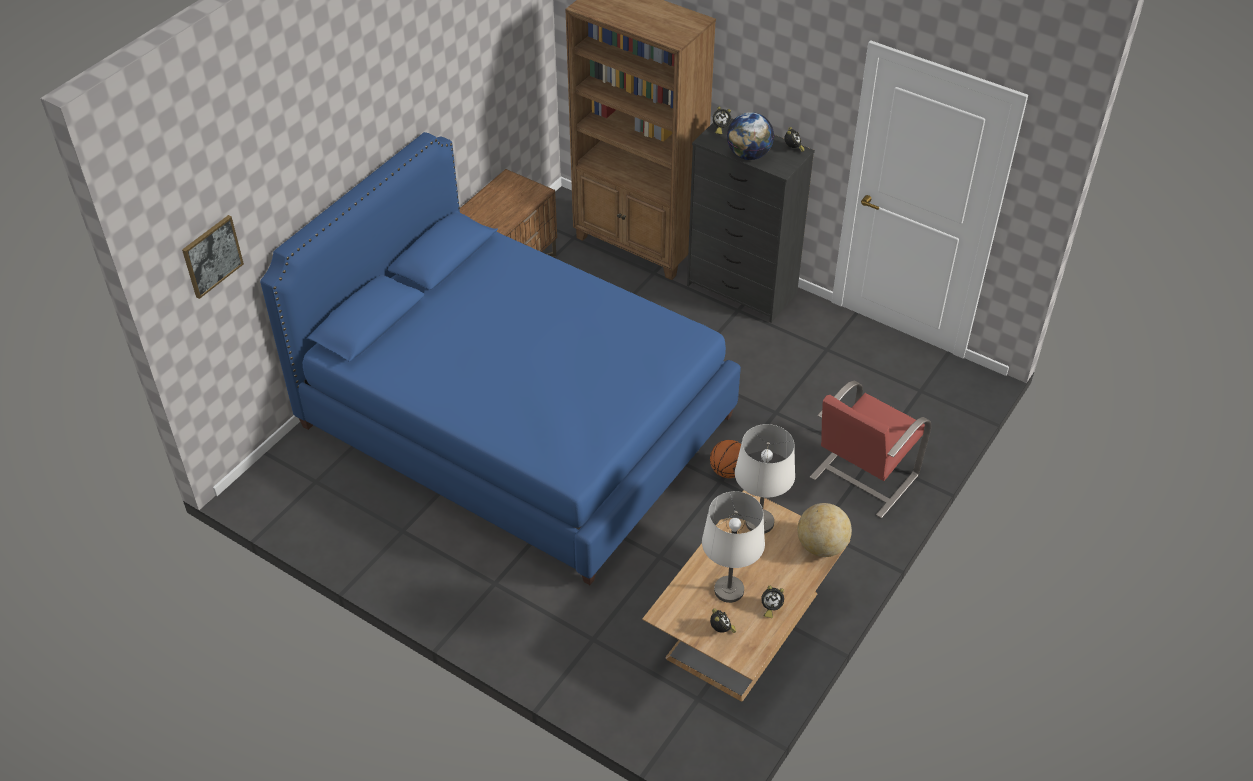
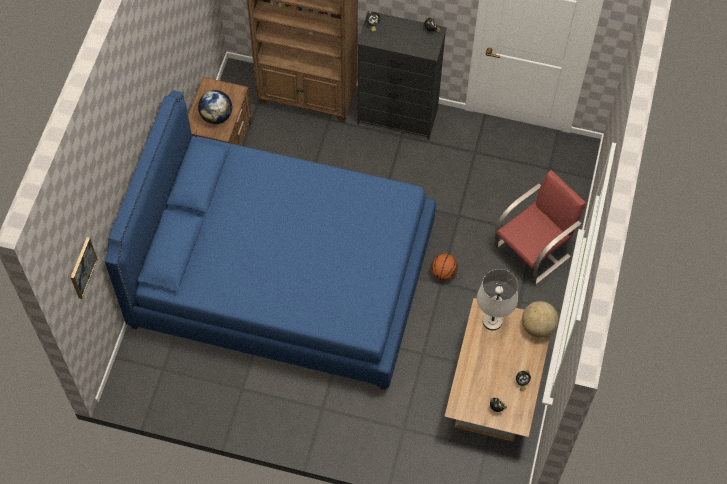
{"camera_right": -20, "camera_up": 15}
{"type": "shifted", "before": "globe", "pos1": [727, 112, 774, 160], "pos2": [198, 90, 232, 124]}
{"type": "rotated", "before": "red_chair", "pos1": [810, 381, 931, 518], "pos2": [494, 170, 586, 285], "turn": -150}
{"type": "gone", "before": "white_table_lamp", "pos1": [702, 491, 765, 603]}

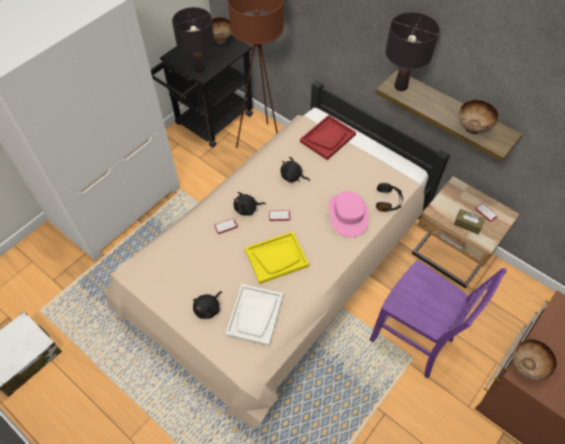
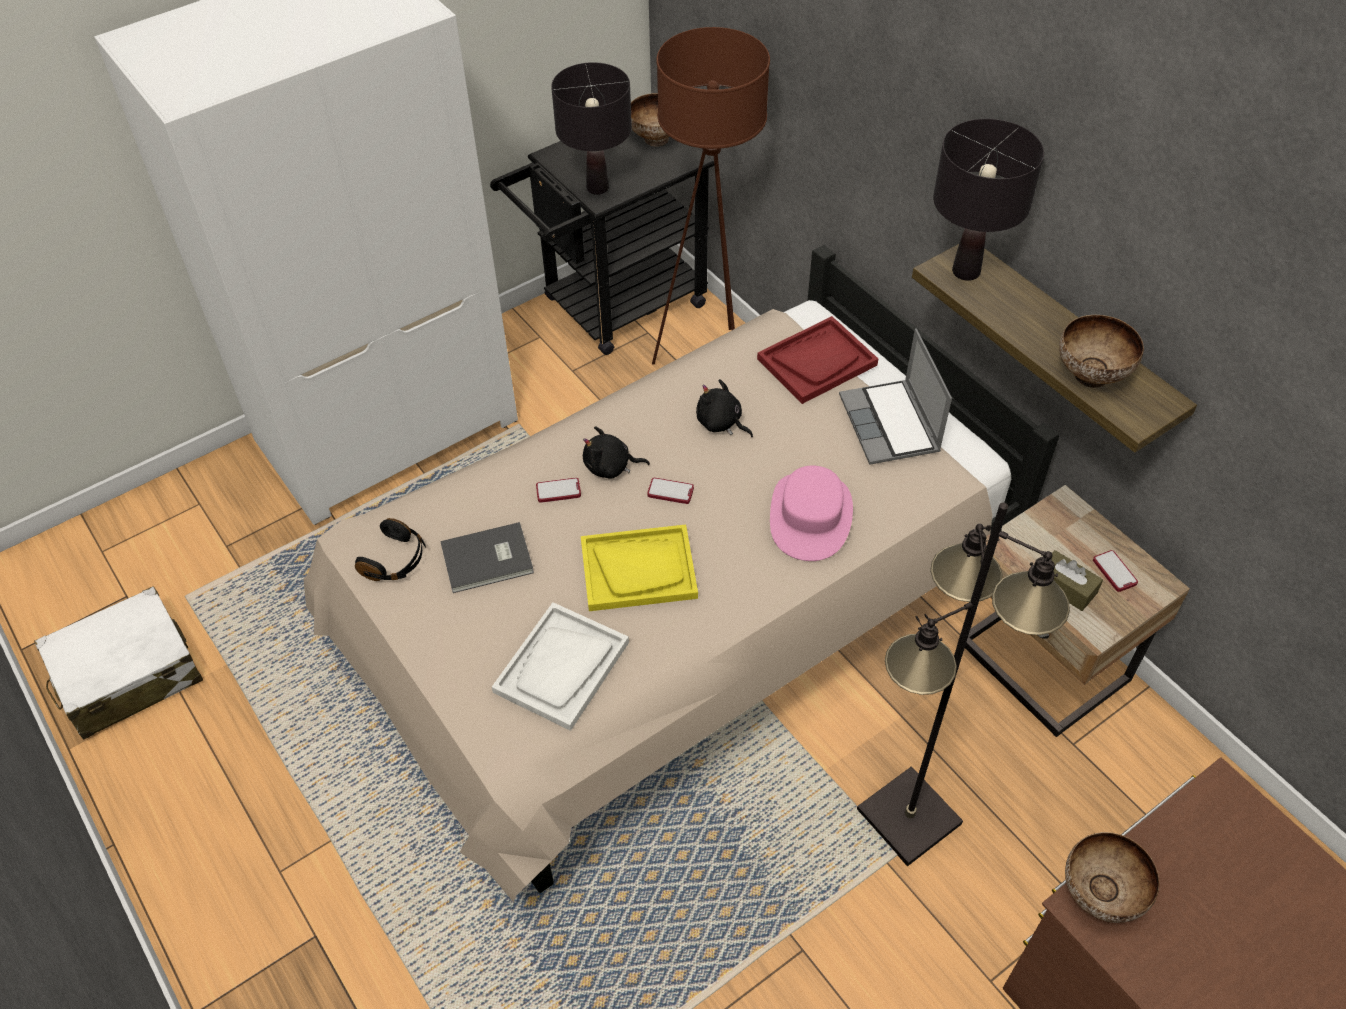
{"camera_right": 15, "camera_up": -5}
{"type": "shifted", "before": "black_headphones", "pos1": [376, 183, 403, 212], "pos2": [355, 518, 426, 581]}
{"type": "swapped", "before": "purple_chair", "after": "black_floor_lamp", "pos1": [370, 260, 507, 378], "pos2": [857, 503, 1070, 866]}
{"type": "gone", "before": "black_plush_toy", "pos1": [193, 291, 222, 319]}
{"type": "new", "after": "laptop", "pos2": [839, 329, 952, 465]}
{"type": "new", "after": "grey_book", "pos2": [440, 522, 534, 593]}

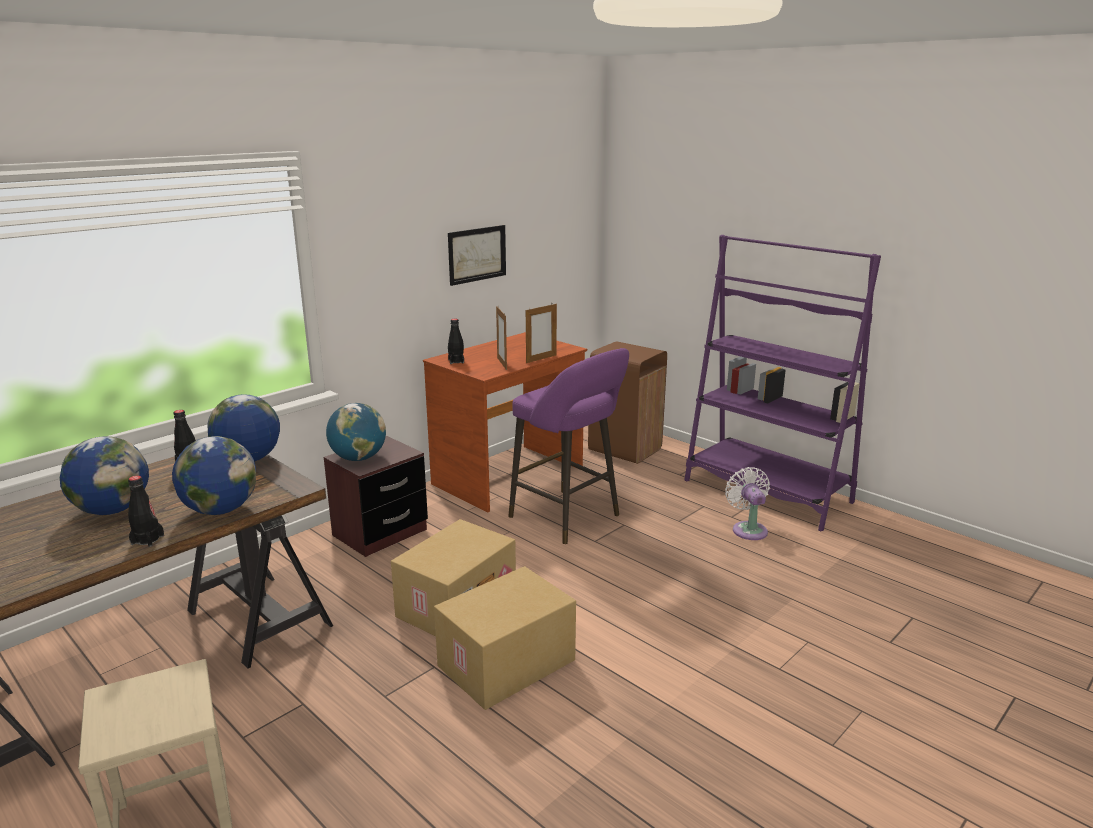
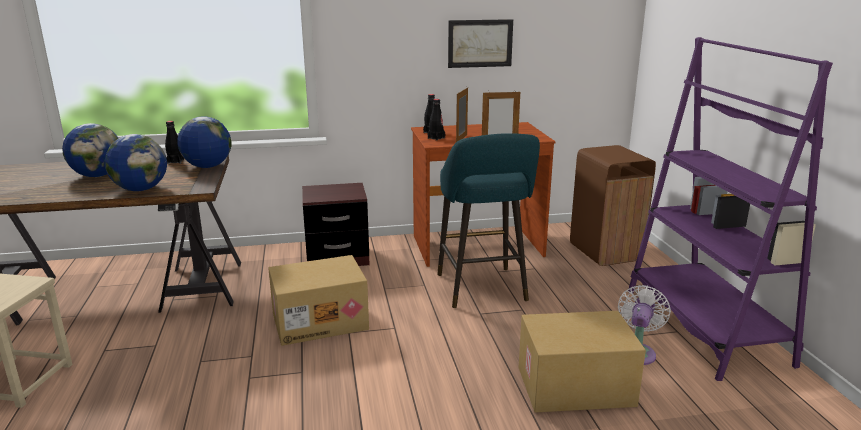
{"camera_right": 35, "camera_up": 0}
{"type": "repainted", "before": "purple_stool", "after": "turquoise_stool", "pos1": [508, 348, 629, 544], "pos2": [437, 133, 540, 308]}
{"type": "gone", "before": "globe", "pos1": [326, 403, 386, 461]}
{"type": "shifted", "before": "black_bottle", "pos1": [128, 476, 164, 547], "pos2": [428, 99, 445, 141]}
{"type": "shifted", "before": "cardboard_box", "pos1": [434, 566, 576, 710], "pos2": [518, 311, 646, 413]}

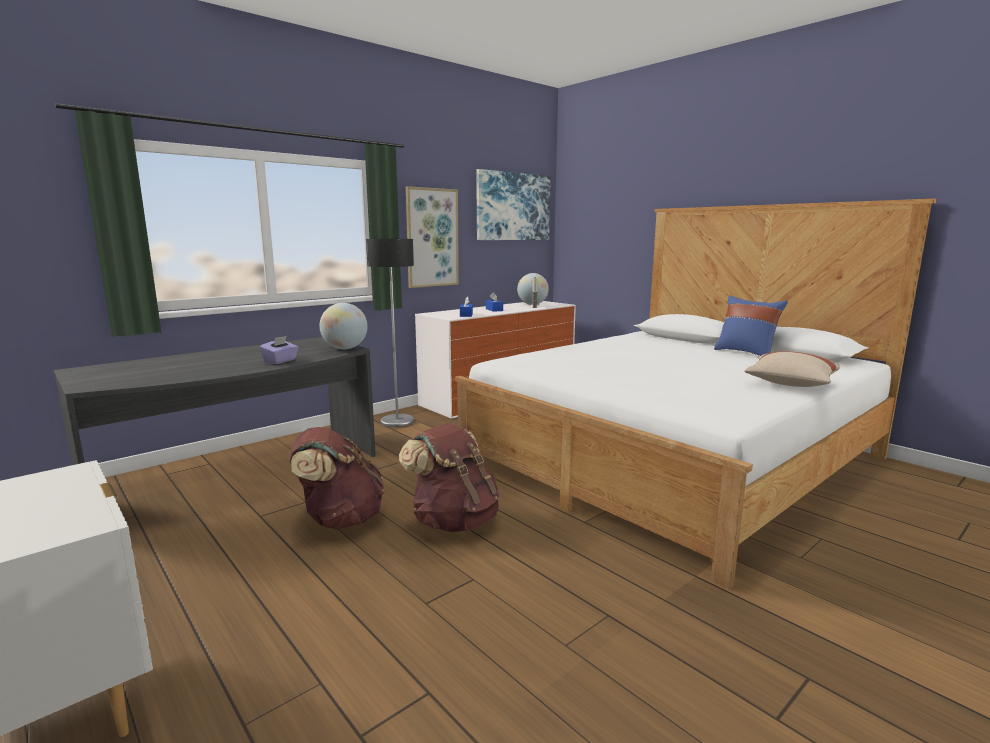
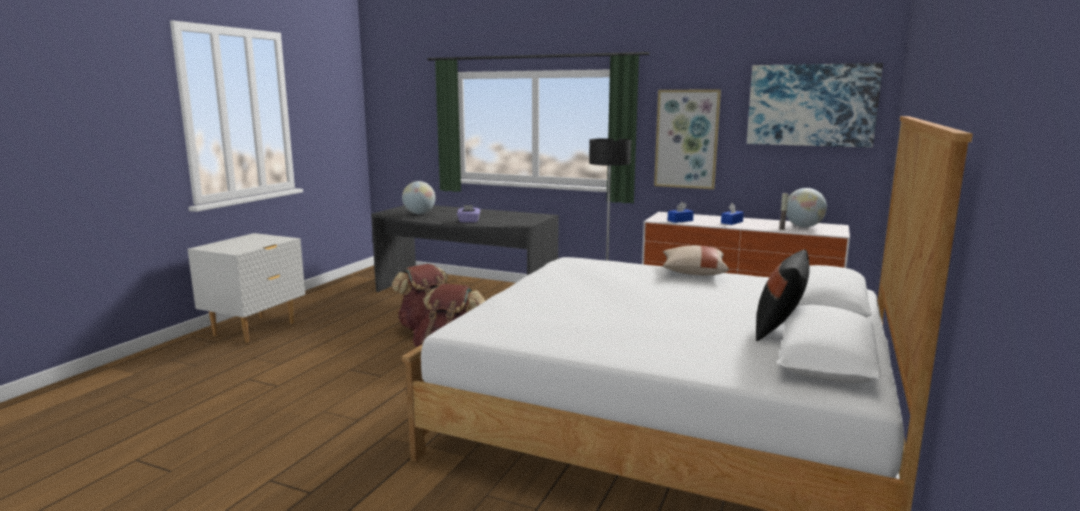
{"camera_right": 65, "camera_up": 0}
{"type": "repainted", "before": "blue_pillow", "after": "black_pillow", "pos1": [714, 296, 788, 356], "pos2": [756, 249, 810, 341]}
{"type": "shifted", "before": "globe", "pos1": [320, 303, 368, 349], "pos2": [402, 181, 435, 214]}
{"type": "shifted", "before": "beige_pillow", "pos1": [744, 351, 840, 387], "pos2": [663, 246, 729, 275]}

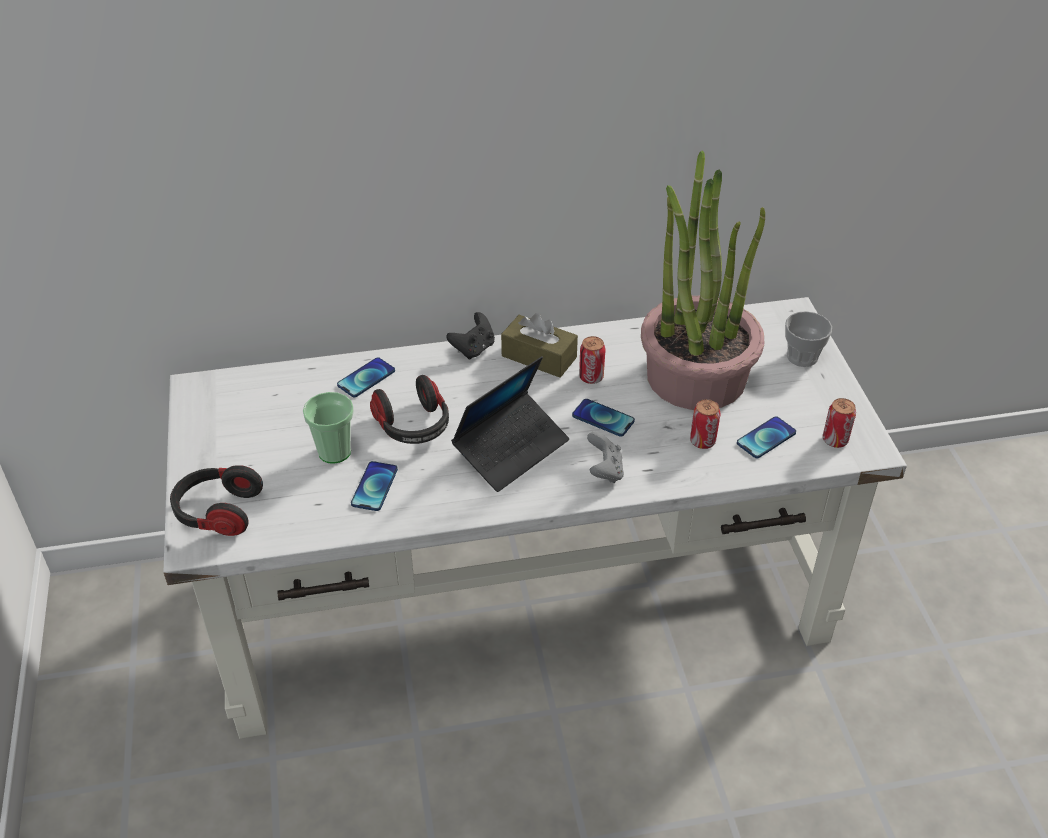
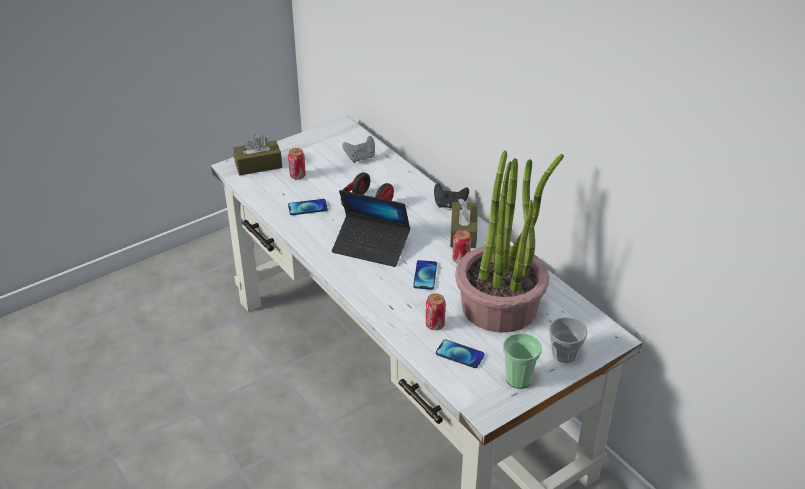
{"camera_right": 65, "camera_up": -5}
{"type": "gone", "before": "phone", "pos1": [337, 357, 395, 397]}
{"type": "shifted", "before": "cup", "pos1": [303, 392, 354, 464], "pos2": [503, 333, 542, 389]}
{"type": "shifted", "before": "can", "pos1": [823, 398, 856, 448], "pos2": [288, 148, 306, 179]}
{"type": "shifted", "before": "grey_game_controller", "pos1": [587, 432, 624, 483], "pos2": [342, 136, 375, 163]}
{"type": "swapped", "before": "headphones", "after": "brown_tissue_box", "pos1": [170, 465, 263, 536], "pos2": [233, 135, 282, 175]}

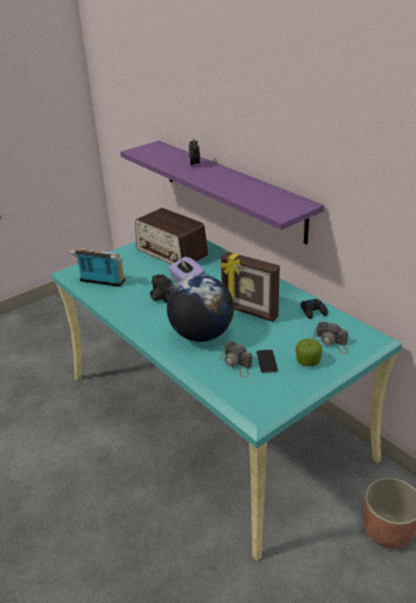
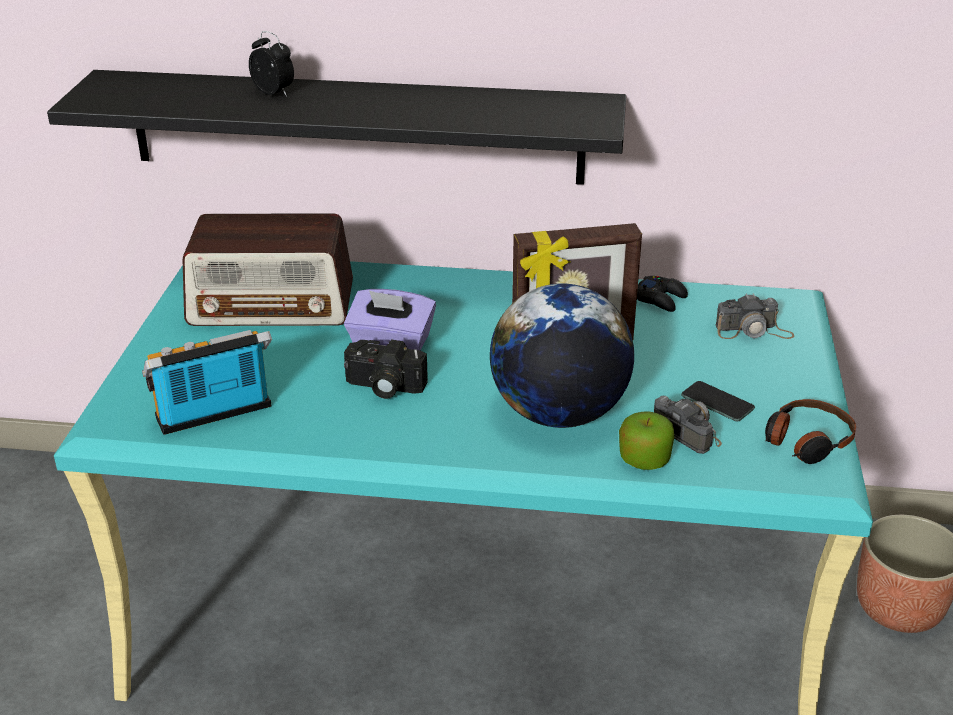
{"camera_right": -45, "camera_up": 0}
{"type": "repainted", "before": "purple_shelf", "after": "black_shelf", "pos1": [120, 141, 324, 245], "pos2": [47, 70, 626, 185]}
{"type": "shifted", "before": "apple", "pos1": [296, 339, 322, 367], "pos2": [619, 411, 674, 470]}
{"type": "rotated", "before": "photo_camera", "pos1": [220, 341, 252, 377], "pos2": [654, 396, 722, 454], "turn": -135}
{"type": "new", "after": "headphones", "pos2": [765, 399, 856, 464]}

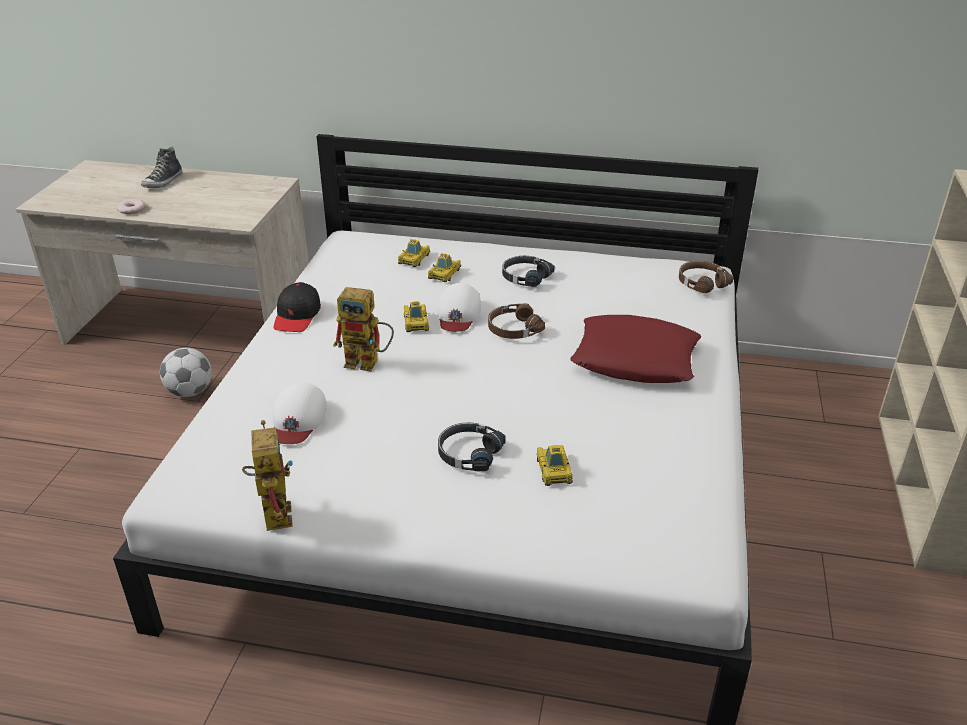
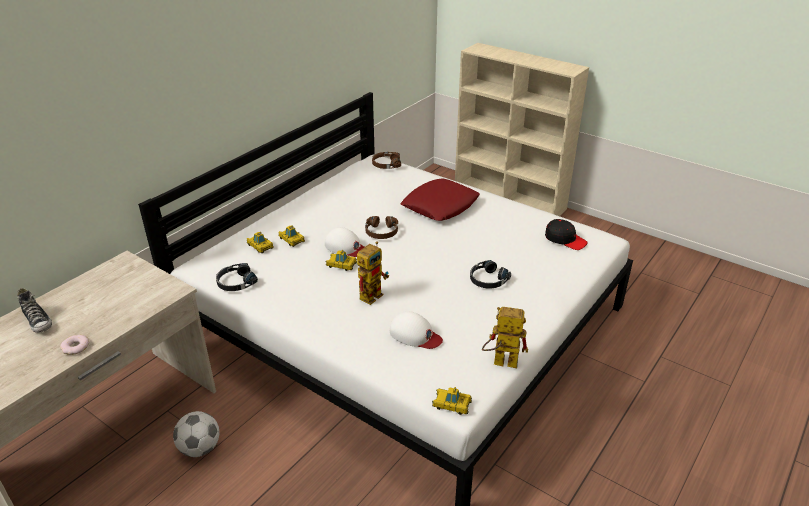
{"camera_right": -65, "camera_up": 0}
{"type": "shifted", "before": "black_headphones", "pos1": [502, 256, 555, 287], "pos2": [216, 263, 258, 291]}
{"type": "shifted", "before": "black_cap", "pos1": [273, 282, 321, 332], "pos2": [545, 219, 588, 250]}
{"type": "shifted", "before": "toy_car", "pos1": [537, 445, 573, 486], "pos2": [432, 387, 472, 415]}

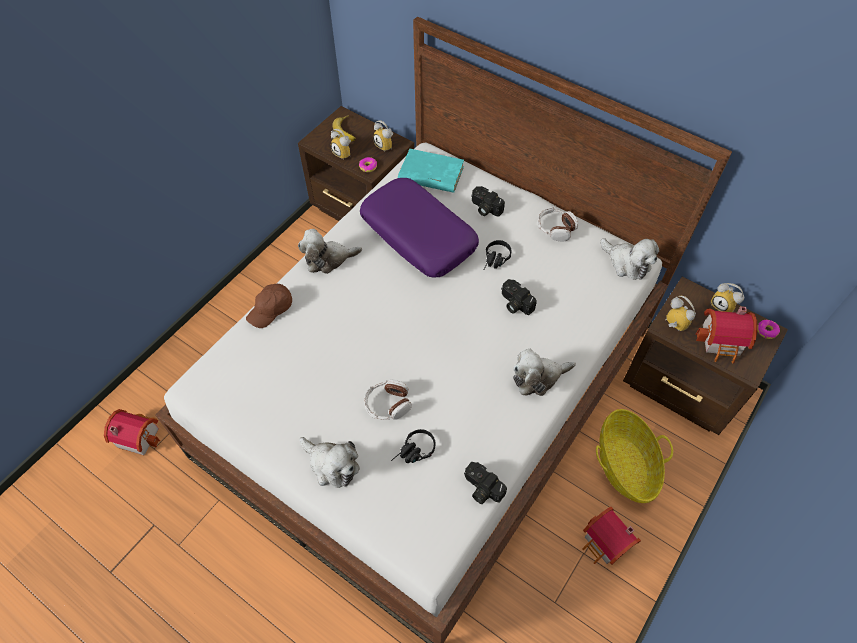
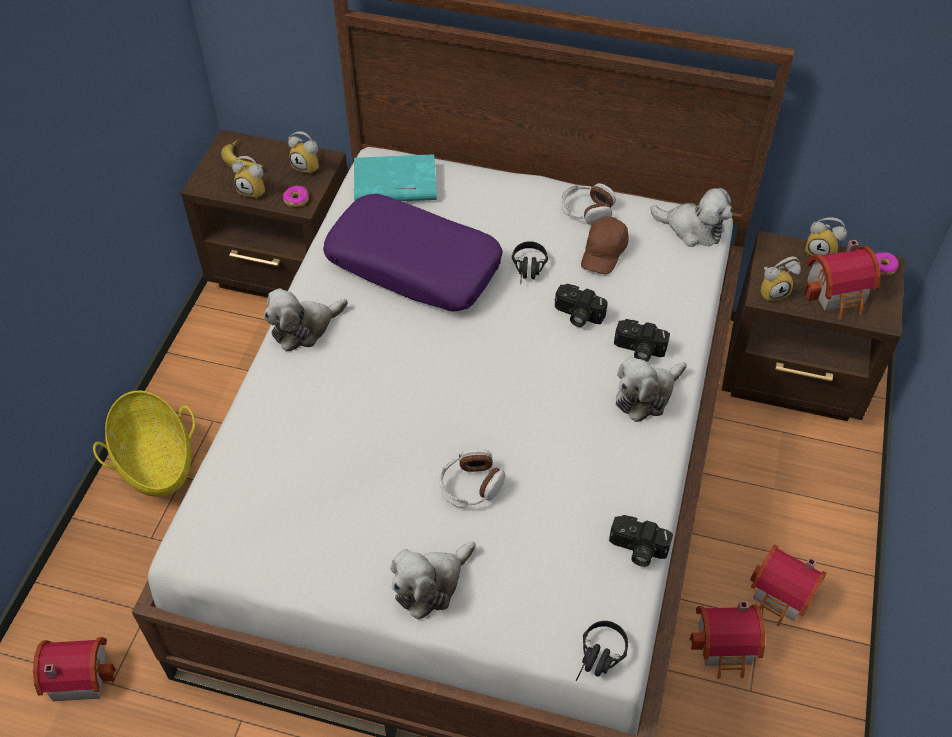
{"camera_right": -20, "camera_up": -5}
{"type": "shifted", "before": "photo_camera", "pos1": [471, 186, 505, 217], "pos2": [614, 319, 670, 362]}
{"type": "shifted", "before": "brown_cap", "pos1": [246, 284, 292, 328], "pos2": [581, 217, 629, 275]}
{"type": "rotated", "before": "alarm_clock", "pos1": [665, 296, 696, 331], "pos2": [761, 257, 801, 302], "turn": 135}
{"type": "shifted", "before": "basket", "pos1": [596, 409, 673, 503], "pos2": [93, 391, 195, 497]}
{"type": "shifted", "before": "black_headphones", "pos1": [391, 429, 435, 463], "pos2": [576, 621, 628, 681]}
{"type": "rotated", "before": "plush_toy", "pos1": [299, 437, 360, 488], "pos2": [391, 542, 476, 620], "turn": 120}
{"type": "new", "after": "toy_house", "pos2": [690, 601, 765, 679]}

